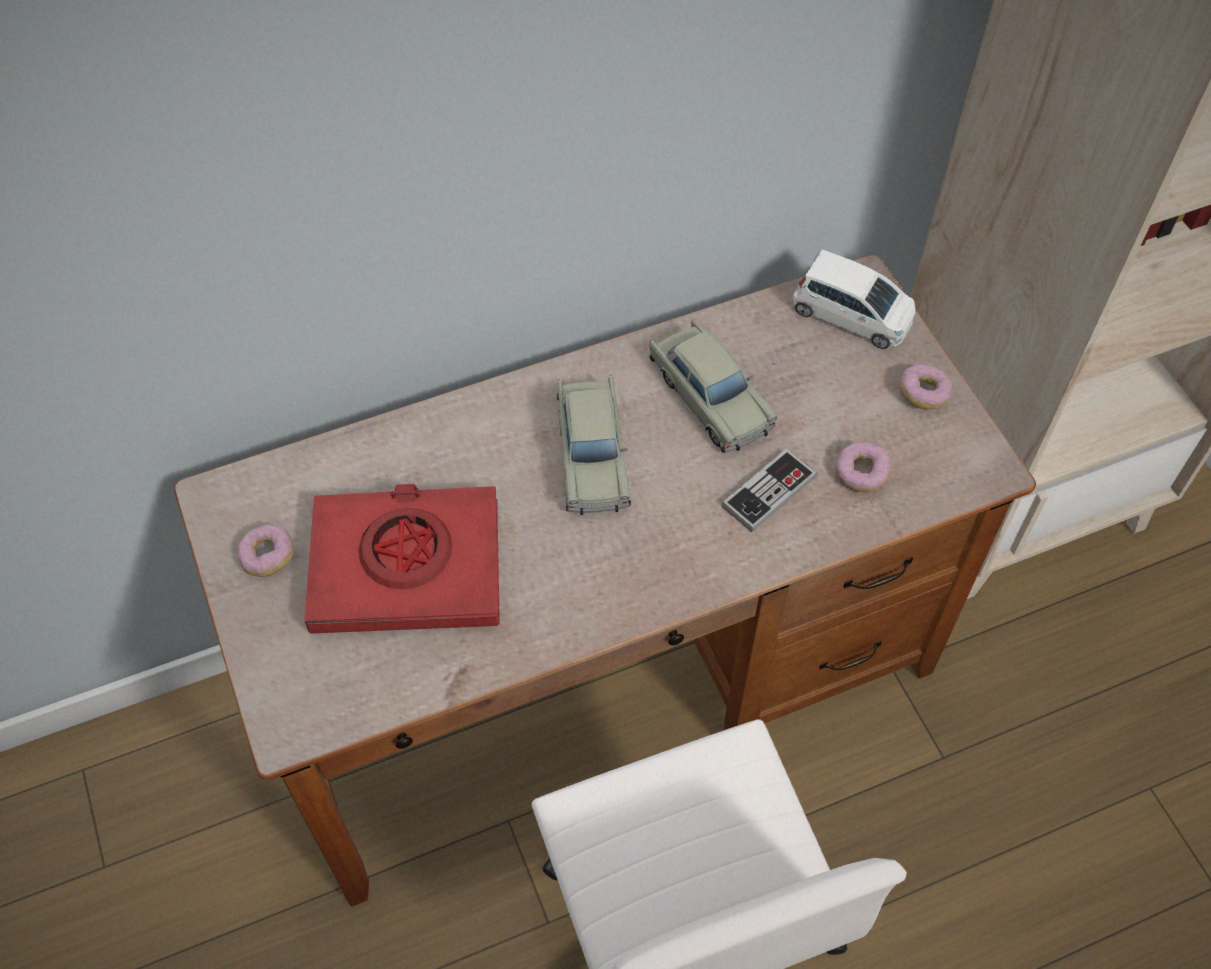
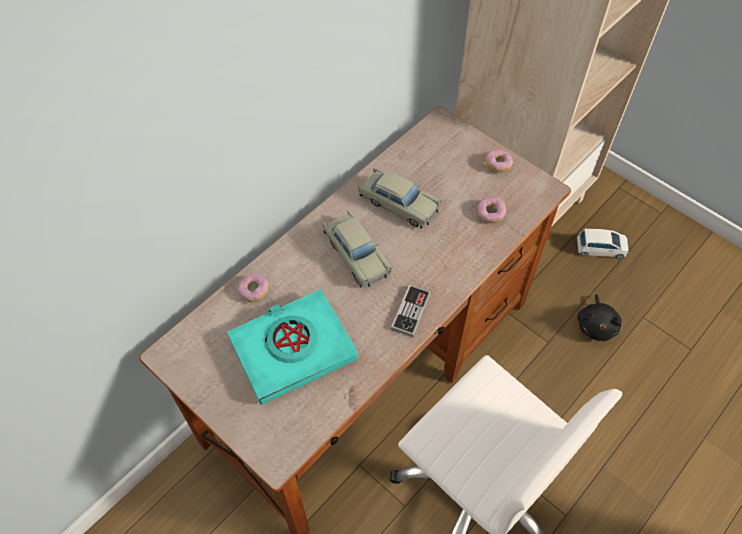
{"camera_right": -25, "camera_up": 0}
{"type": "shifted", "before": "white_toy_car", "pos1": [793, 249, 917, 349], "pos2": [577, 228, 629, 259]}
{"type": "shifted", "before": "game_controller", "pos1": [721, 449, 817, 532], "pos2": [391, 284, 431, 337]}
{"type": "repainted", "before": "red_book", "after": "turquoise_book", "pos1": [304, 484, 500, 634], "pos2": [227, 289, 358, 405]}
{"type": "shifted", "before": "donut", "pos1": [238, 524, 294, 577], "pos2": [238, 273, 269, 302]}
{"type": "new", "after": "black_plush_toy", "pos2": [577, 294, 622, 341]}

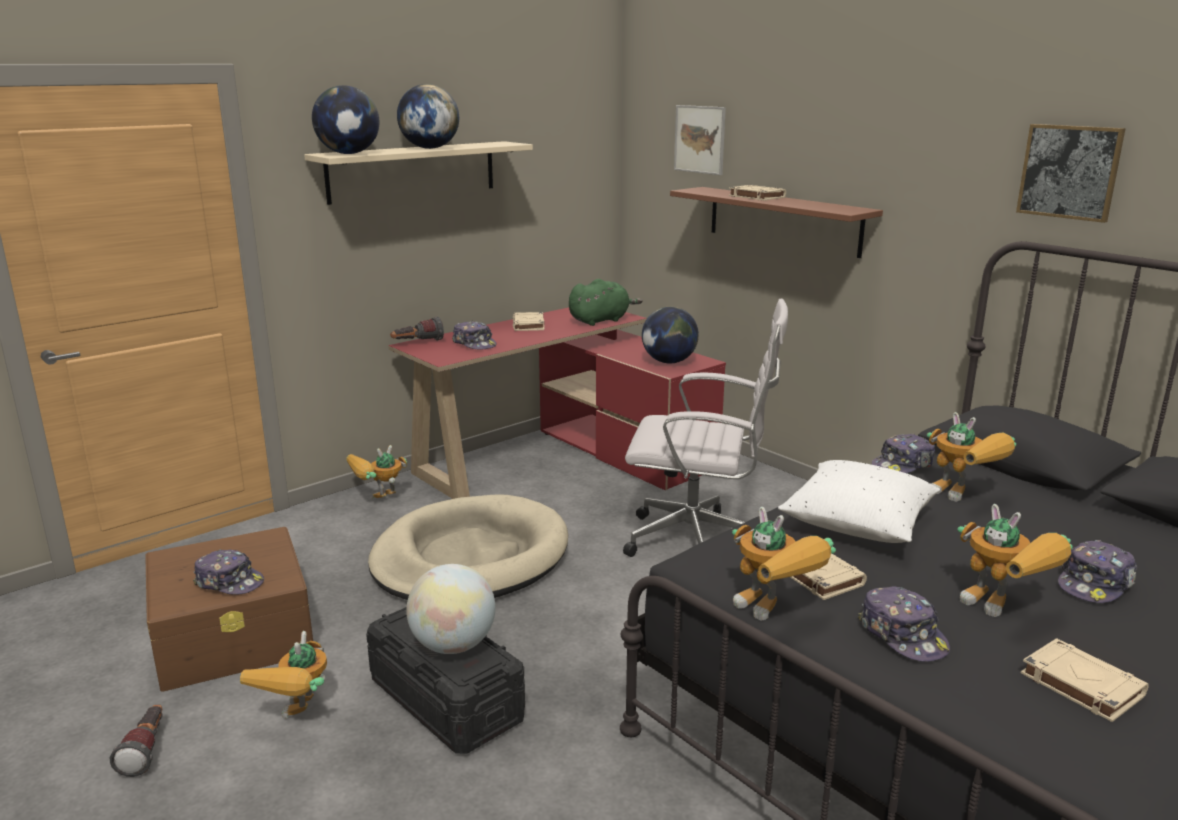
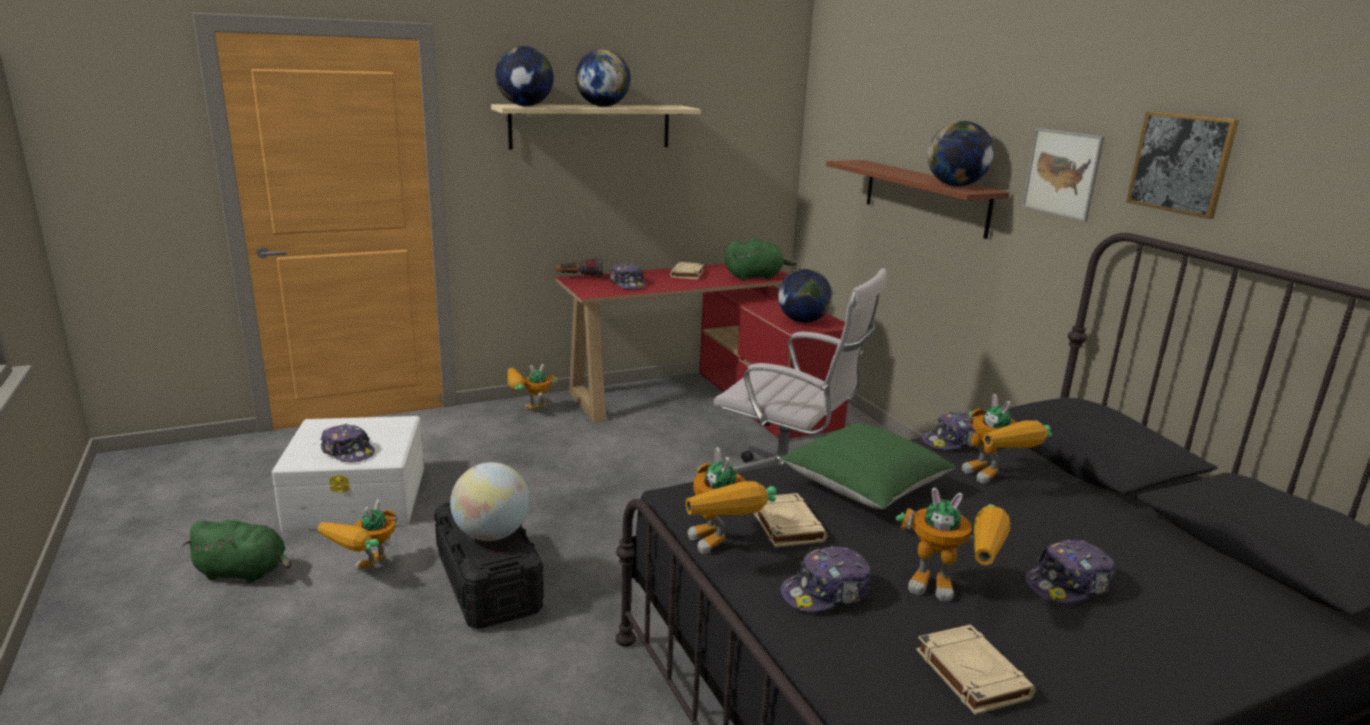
{"camera_right": 15, "camera_up": 0}
{"type": "shifted", "before": "picture", "pos1": [674, 105, 726, 175], "pos2": [1022, 128, 1105, 222]}
{"type": "gone", "before": "beige_book", "pos1": [729, 185, 786, 201]}
{"type": "repainted", "before": "white_pillow", "after": "green_pillow", "pos1": [778, 460, 940, 543], "pos2": [780, 423, 956, 509]}
{"type": "gone", "before": "beige_dog_bed", "pos1": [368, 494, 568, 600]}
{"type": "rotated", "before": "toy_robot", "pos1": [957, 504, 1073, 617], "pos2": [896, 488, 1010, 602], "turn": -45}
{"type": "repainted", "before": "brown_storage_box", "after": "white_storage_box", "pos1": [145, 527, 313, 692], "pos2": [272, 416, 424, 531]}
{"type": "rotated", "before": "cap", "pos1": [858, 587, 950, 662], "pos2": [780, 546, 871, 612], "turn": 75}
{"type": "swapped", "before": "flashlight", "after": "green_plush_toy", "pos1": [110, 705, 163, 777], "pos2": [182, 520, 292, 583]}
{"type": "new", "after": "globe", "pos2": [927, 121, 994, 186]}

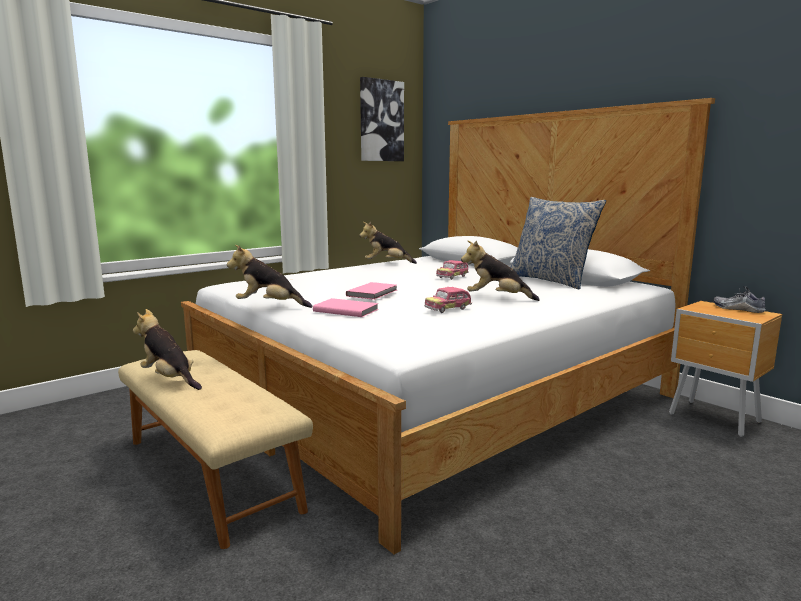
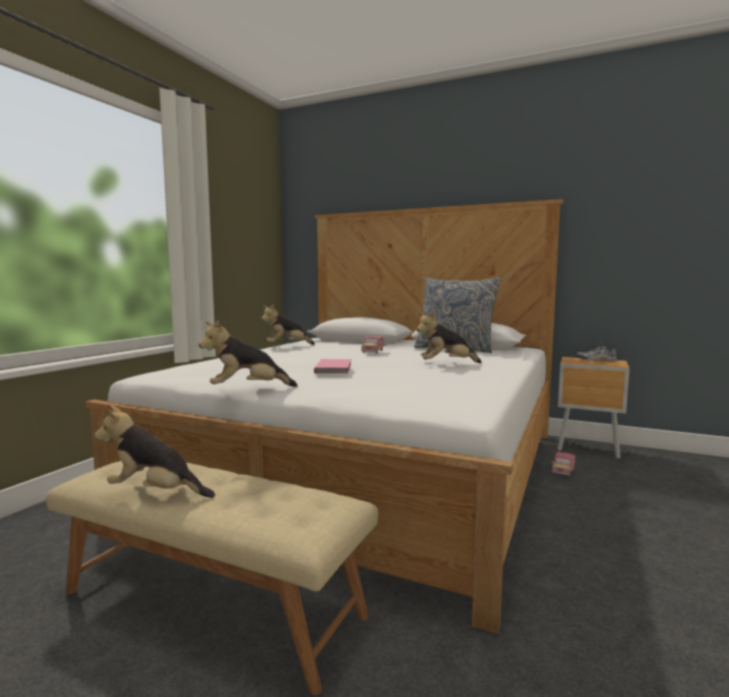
{"camera_right": -25, "camera_up": -5}
{"type": "gone", "before": "picture", "pos1": [360, 77, 404, 161]}
{"type": "shifted", "before": "toy_car", "pos1": [424, 287, 472, 313], "pos2": [551, 452, 575, 476]}
{"type": "gone", "before": "pink_book", "pos1": [313, 298, 379, 317]}

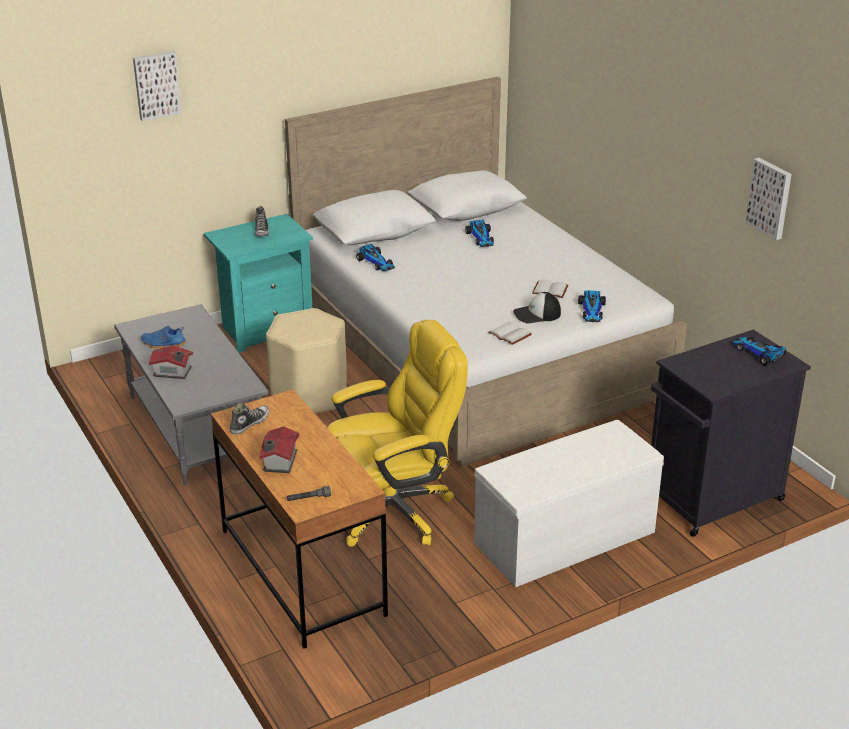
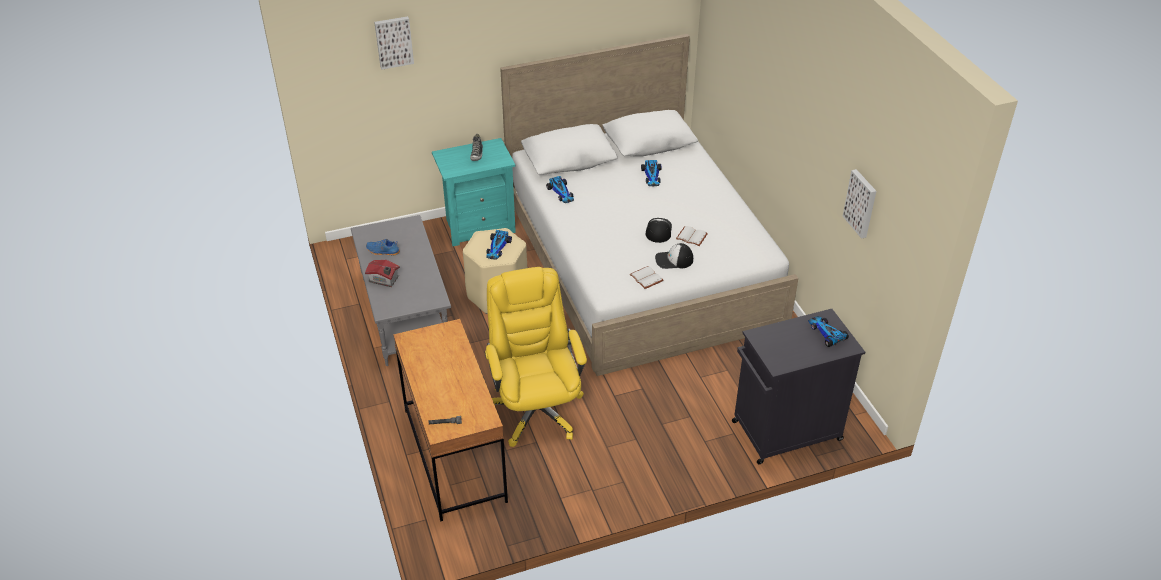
{"camera_right": 10, "camera_up": 10}
{"type": "shifted", "before": "toy_car", "pos1": [578, 290, 606, 322], "pos2": [486, 230, 512, 260]}
{"type": "rotated", "before": "yellow_office_chair", "pos1": [328, 320, 468, 547], "pos2": [485, 267, 587, 447], "turn": -90}
{"type": "gone", "before": "shoe", "pos1": [230, 403, 269, 435]}
{"type": "gone", "before": "white_bench", "pos1": [474, 420, 664, 587]}
{"type": "gone", "before": "toy_house", "pos1": [260, 426, 299, 473]}
{"type": "new", "after": "cap", "pos2": [646, 218, 672, 243]}

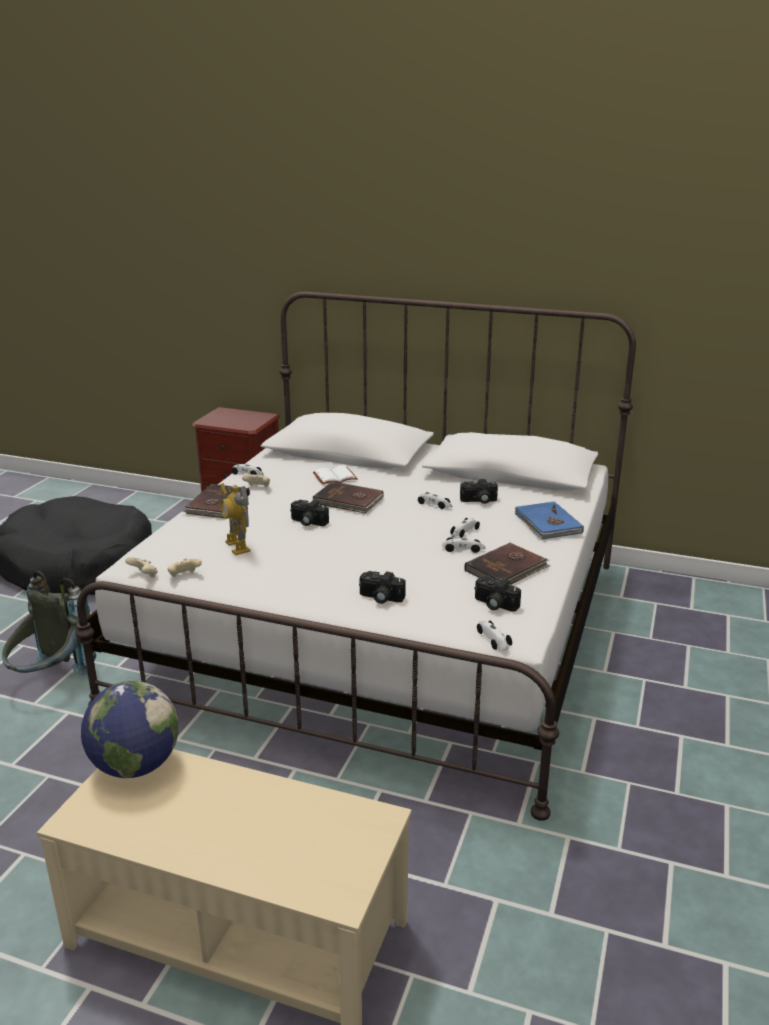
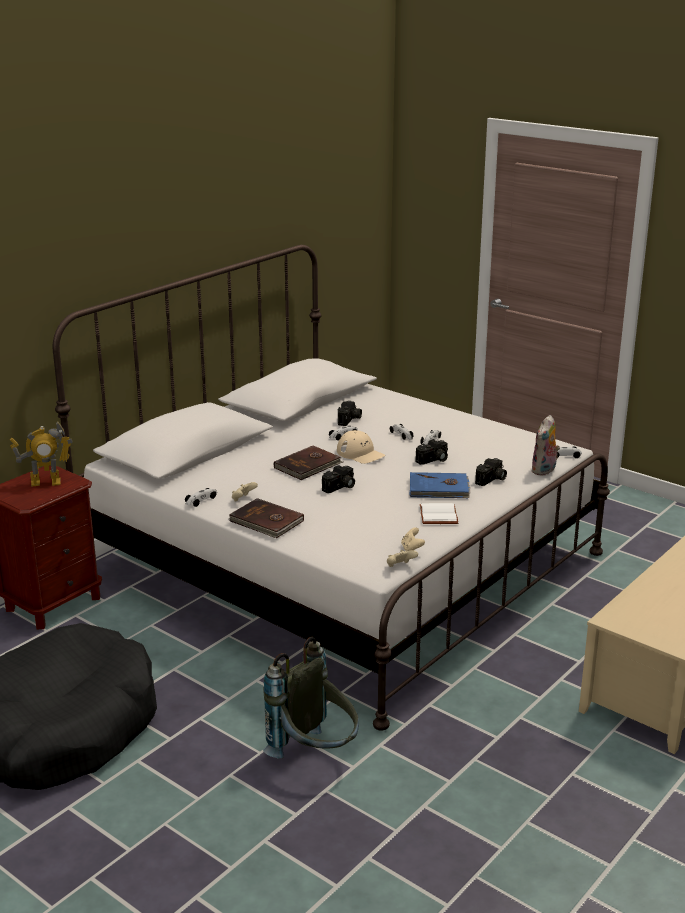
{"camera_right": -70, "camera_up": 0}
{"type": "shifted", "before": "white_book", "pos1": [313, 465, 357, 485], "pos2": [420, 503, 458, 524]}
{"type": "shifted", "before": "toy_robot", "pos1": [220, 483, 250, 555], "pos2": [10, 422, 73, 487]}
{"type": "shifted", "before": "blue_book", "pos1": [514, 501, 584, 539], "pos2": [409, 472, 471, 498]}
{"type": "gone", "before": "brown_book", "pos1": [465, 543, 551, 584]}
{"type": "shifted", "before": "photo_camera", "pos1": [475, 576, 521, 612], "pos2": [416, 439, 448, 465]}
{"type": "gone", "before": "globe", "pos1": [81, 681, 179, 778]}
{"type": "new", "after": "plush_toy", "pos2": [531, 415, 560, 476]}
{"type": "new", "after": "beige_cap", "pos2": [337, 430, 385, 464]}

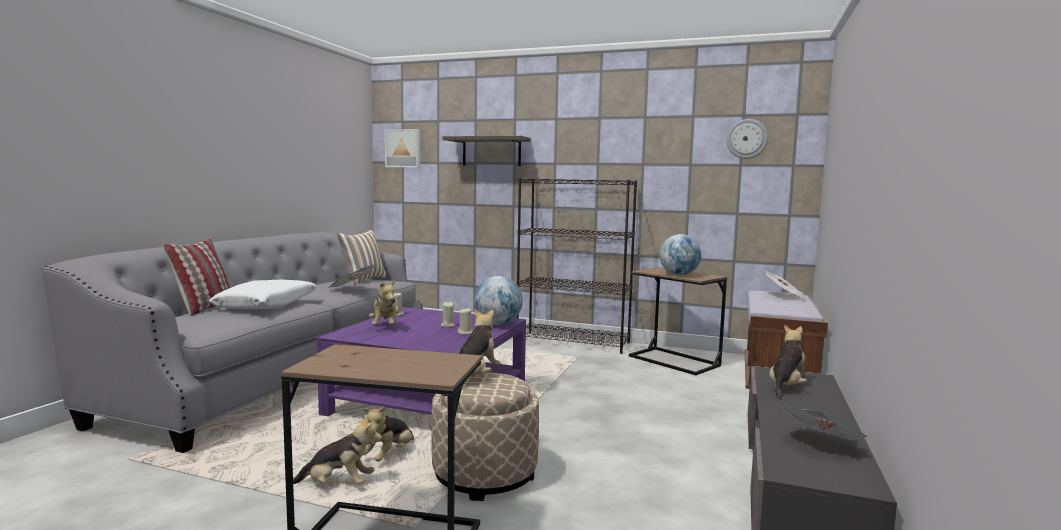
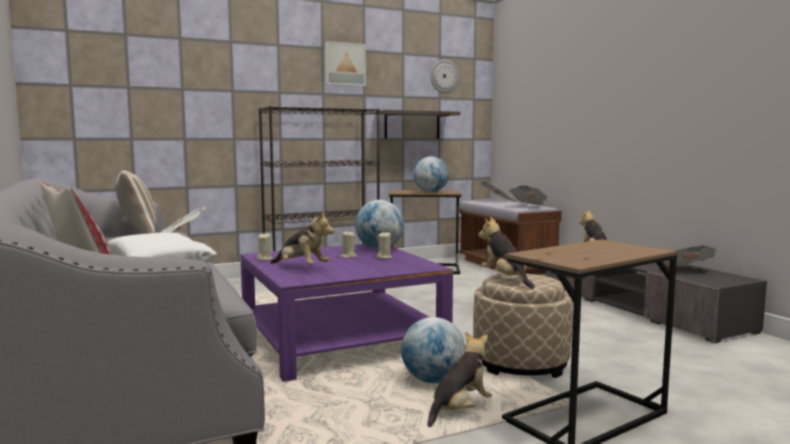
{"camera_right": -45, "camera_up": 0}
{"type": "shifted", "before": "picture", "pos1": [385, 129, 420, 168], "pos2": [325, 41, 366, 86]}
{"type": "shifted", "before": "shelf", "pos1": [443, 136, 531, 166], "pos2": [375, 110, 460, 139]}
{"type": "swapped", "before": "plush_toy", "after": "globe", "pos1": [363, 405, 414, 461], "pos2": [401, 317, 465, 383]}
{"type": "new", "after": "newspaper", "pos2": [509, 186, 547, 205]}

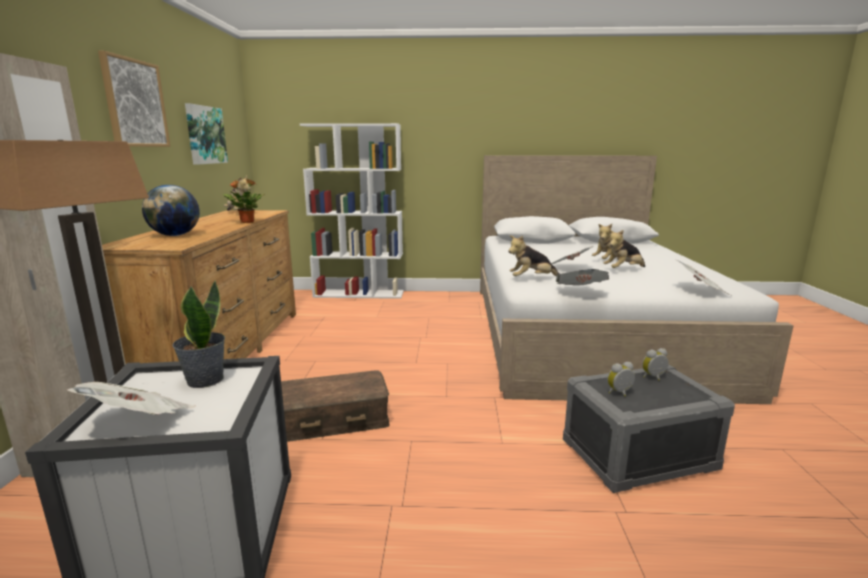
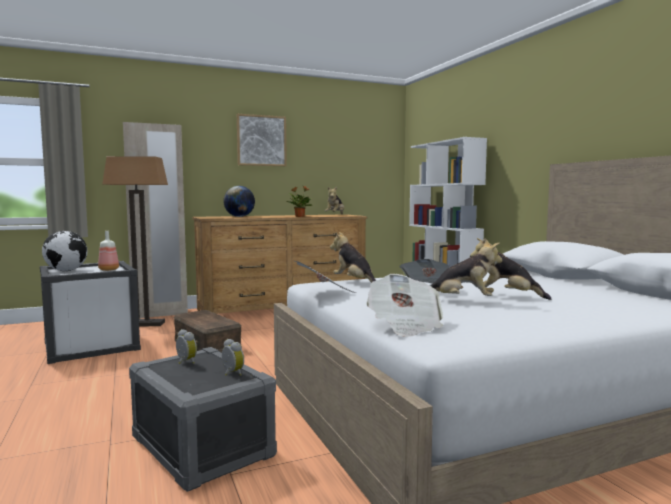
{"camera_right": 65, "camera_up": -10}
{"type": "gone", "before": "picture", "pos1": [185, 103, 228, 165]}
{"type": "rotated", "before": "plush_toy", "pos1": [603, 230, 645, 268], "pos2": [430, 240, 502, 296], "turn": 150}
{"type": "swapped", "before": "potted_plant", "after": "bottle", "pos1": [172, 280, 225, 388], "pos2": [98, 231, 119, 271]}
{"type": "swapped", "before": "newspaper", "after": "globe", "pos1": [67, 382, 196, 415], "pos2": [42, 231, 88, 271]}

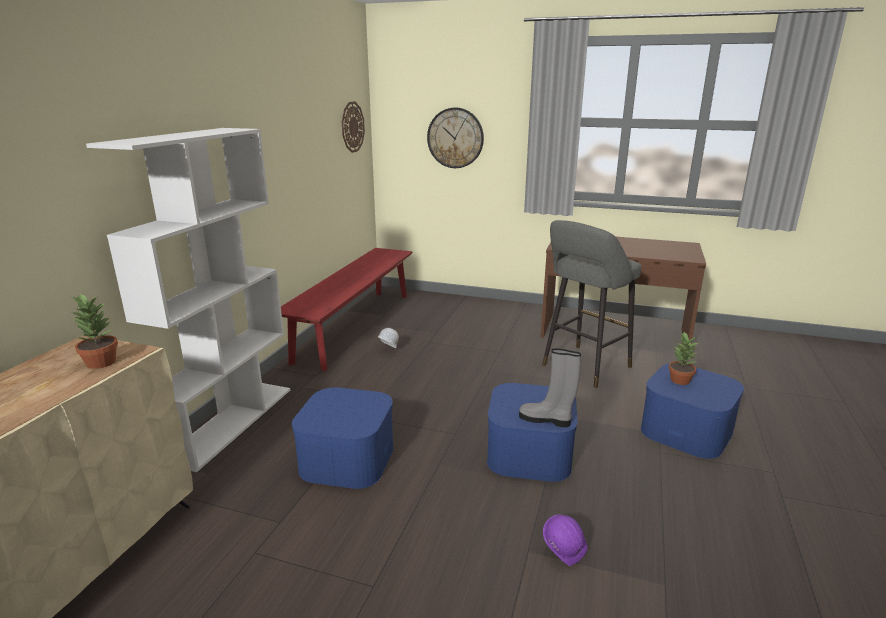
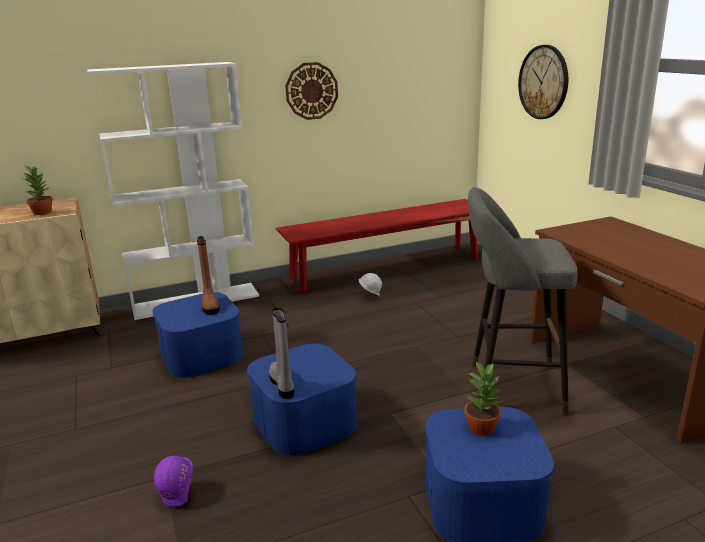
{"camera_right": 50, "camera_up": 0}
{"type": "shifted", "before": "wall_clock", "pos1": [342, 102, 365, 153], "pos2": [285, 62, 338, 120]}
{"type": "new", "after": "brown_boot", "pos2": [197, 236, 220, 315]}

